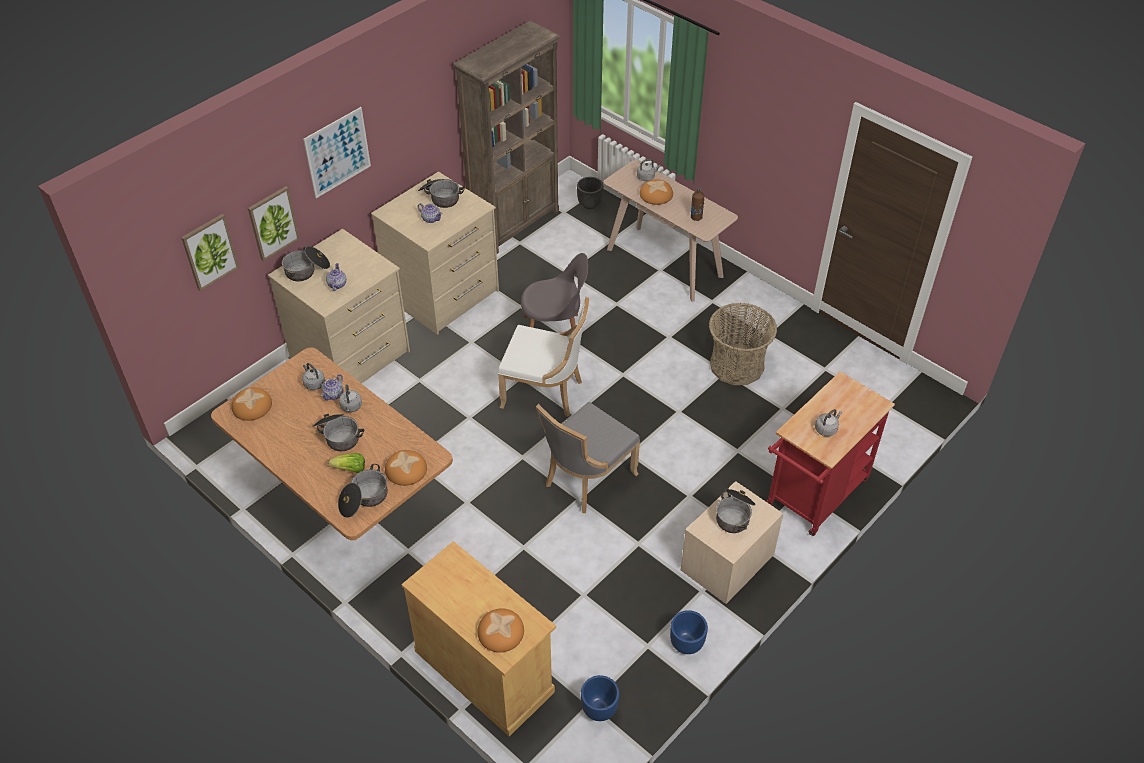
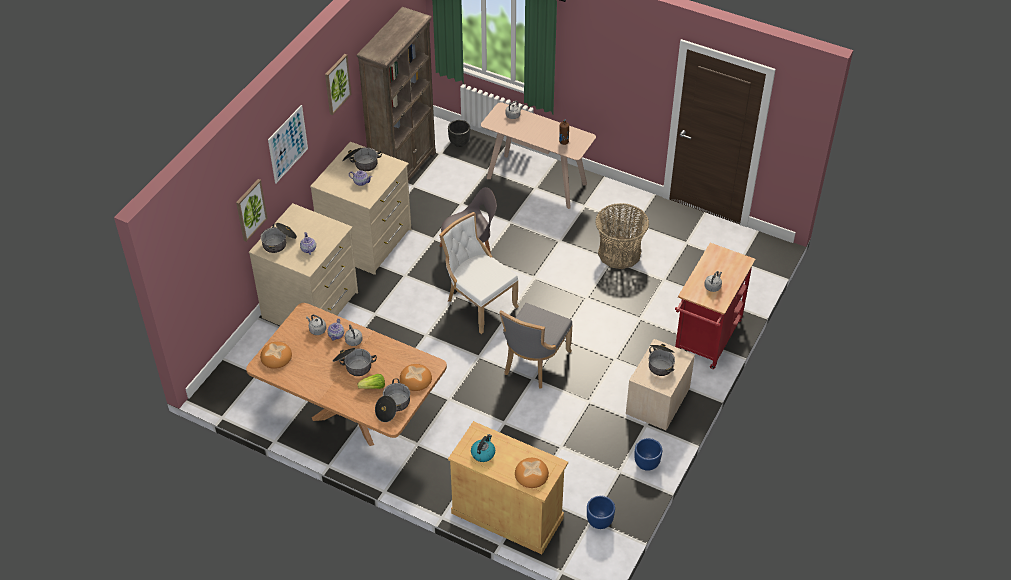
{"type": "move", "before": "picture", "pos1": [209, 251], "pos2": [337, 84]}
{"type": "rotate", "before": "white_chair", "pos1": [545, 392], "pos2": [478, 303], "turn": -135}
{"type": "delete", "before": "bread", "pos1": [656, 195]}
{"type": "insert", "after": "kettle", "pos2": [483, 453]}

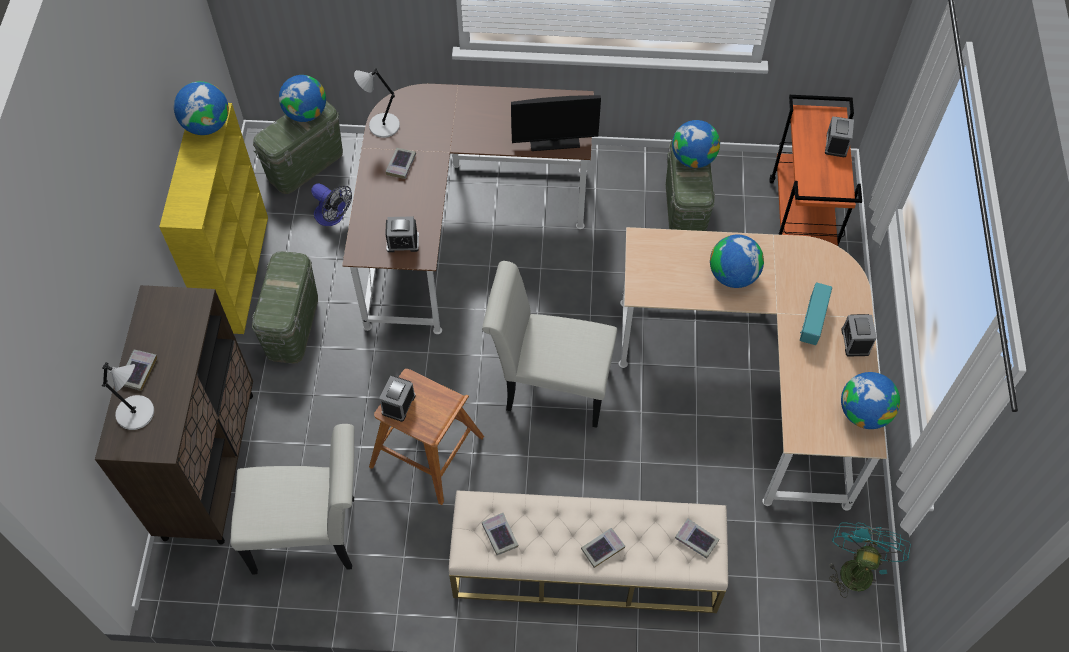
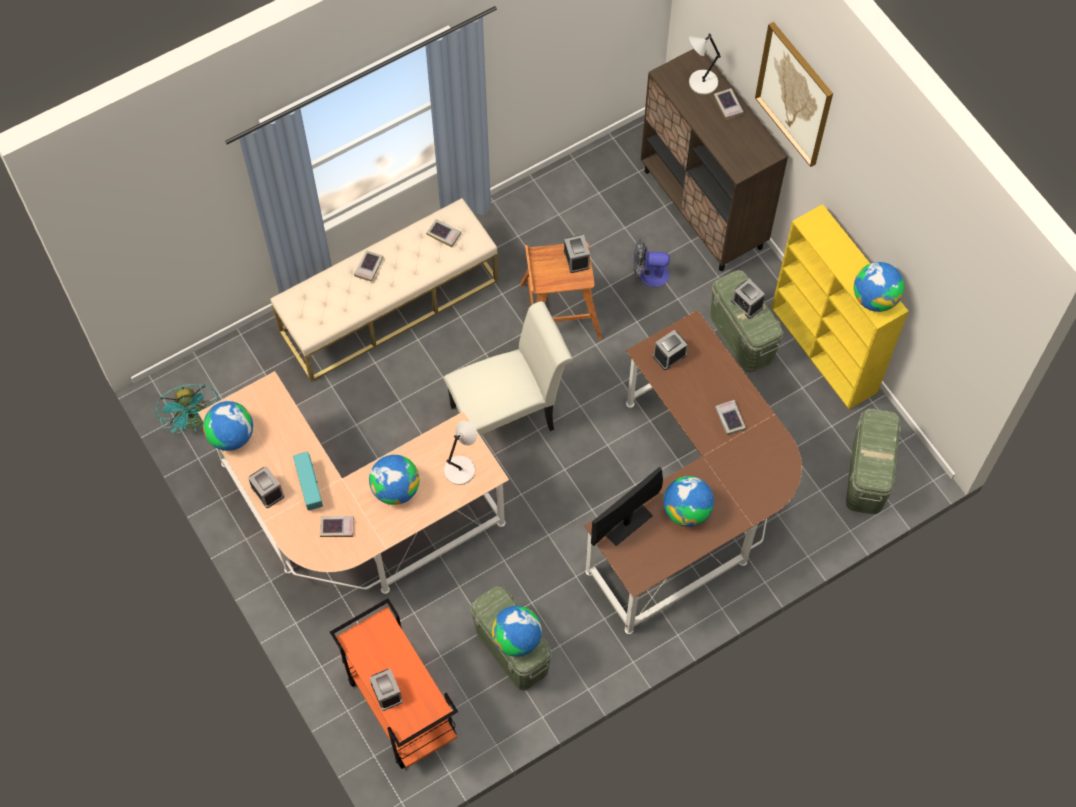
{"type": "delete", "before": "white_chair", "pos1": [313, 534]}
{"type": "move", "before": "globe", "pos1": [306, 113], "pos2": [687, 510]}
{"type": "move", "before": "fan", "pos1": [333, 217], "pos2": [648, 274]}
{"type": "move", "before": "grey_table_lamp", "pos1": [382, 126], "pos2": [461, 469]}
{"type": "move", "before": "book", "pos1": [696, 540], "pos2": [337, 527]}
{"type": "insert", "after": "alarm_clock", "pos2": [747, 304]}
{"type": "insert", "after": "picture", "pos2": [795, 94]}

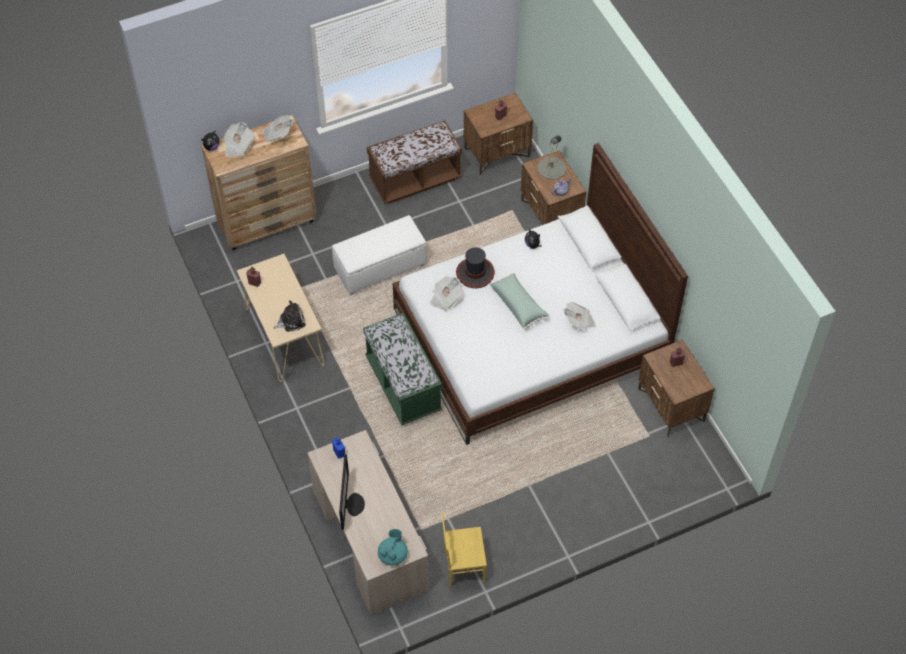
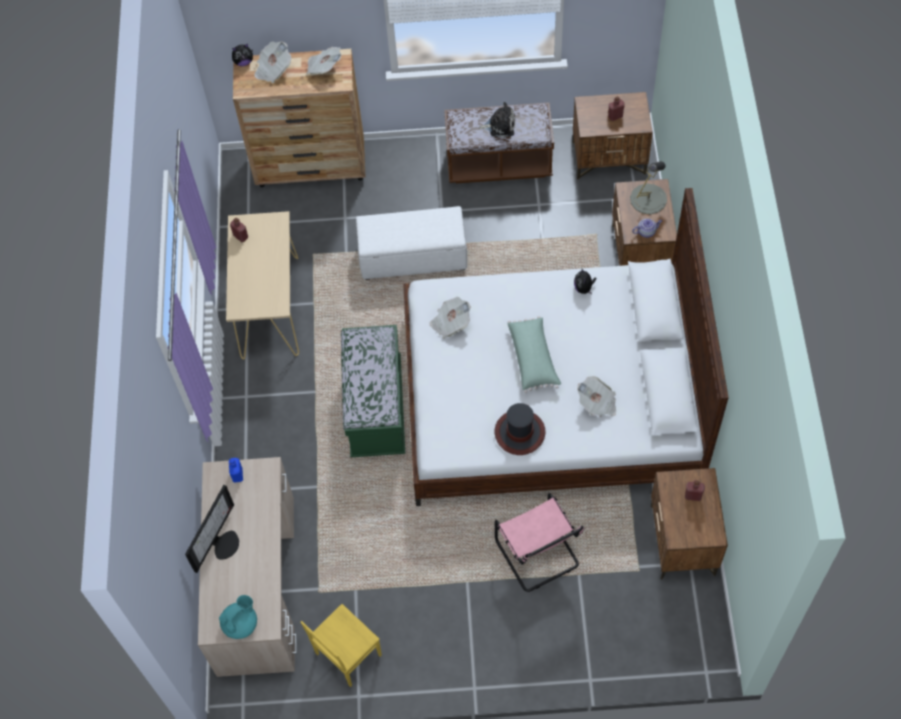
{"type": "move", "before": "plush_toy", "pos1": [291, 321], "pos2": [500, 125]}
{"type": "rotate", "before": "yellow_chair", "pos1": [463, 566], "pos2": [347, 654], "turn": -60}
{"type": "move", "before": "hat", "pos1": [475, 273], "pos2": [519, 432]}
{"type": "insert", "after": "pink_chair", "pos2": [539, 555]}

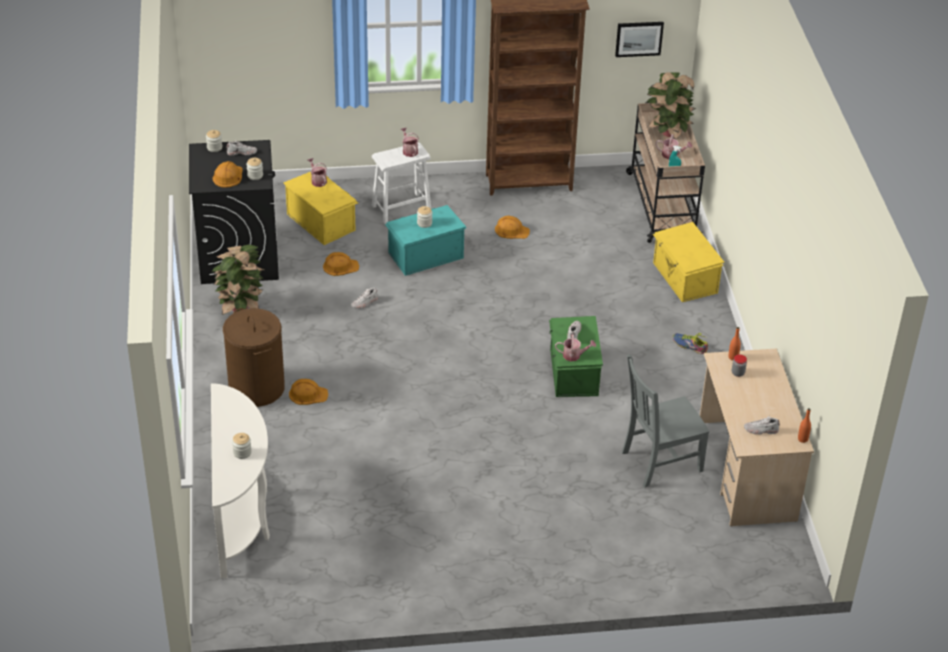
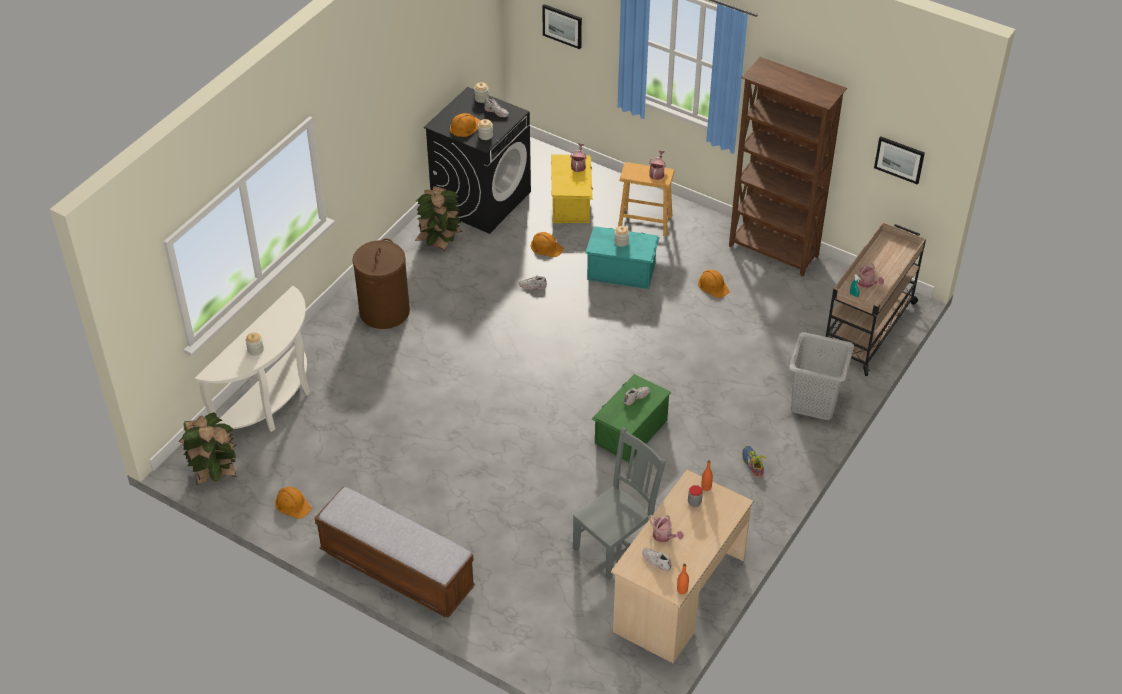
{"type": "move", "before": "orange_hard_hat", "pos1": [308, 394], "pos2": [293, 504]}
{"type": "recolor", "before": "white_stool", "after": "brown_stool", "pos1": [401, 208], "pos2": [645, 222]}
{"type": "move", "before": "watering_can", "pos1": [574, 355], "pos2": [664, 536]}
{"type": "rotate", "before": "grey_chair", "pos1": [659, 462], "pos2": [616, 545], "turn": 120}
{"type": "move", "before": "potted_plant", "pos1": [667, 133], "pos2": [214, 472]}
{"type": "replace", "before": "yellow_storage_box", "after": "grey_laundry_basket", "pos1": [684, 278], "pos2": [814, 403]}
{"type": "insert", "after": "bench", "pos2": [397, 570]}
{"type": "insert", "after": "picture", "pos2": [562, 26]}

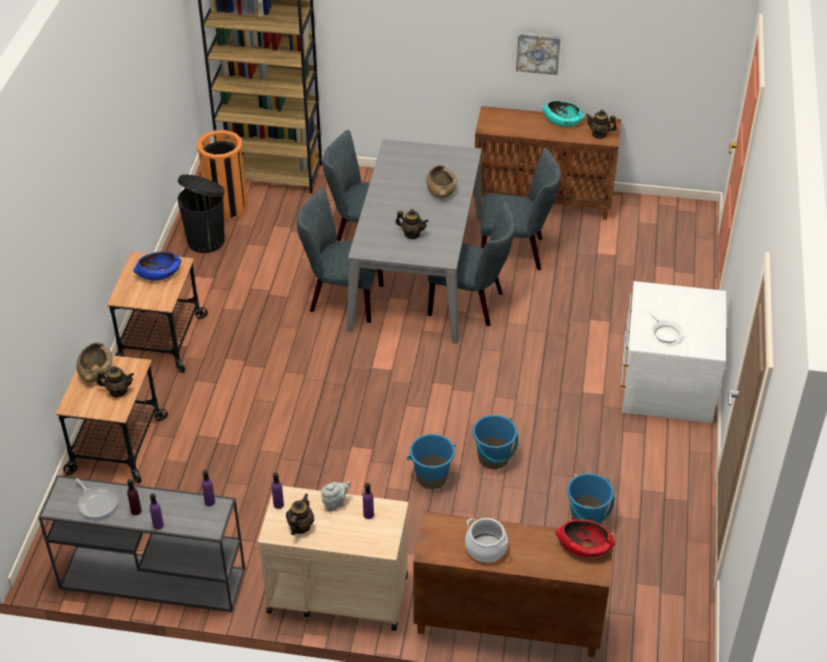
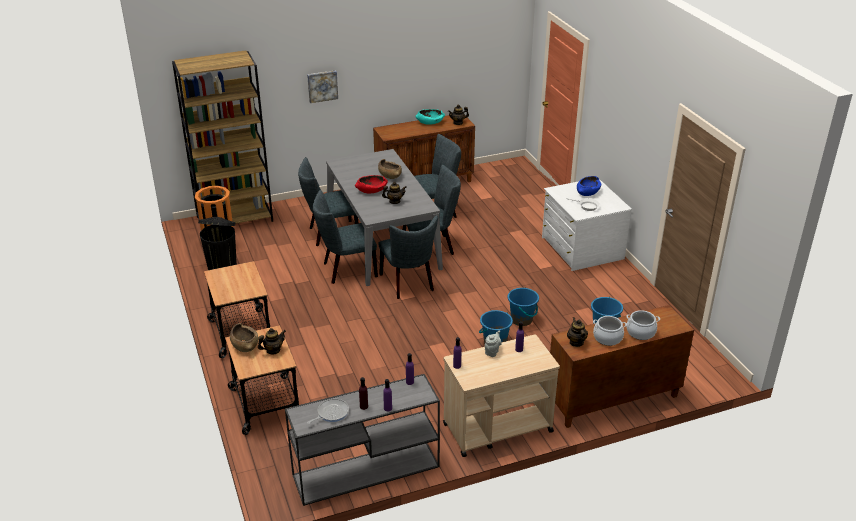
{"type": "rotate", "before": "frying_pan", "pos1": [97, 503], "pos2": [331, 413], "turn": -60}
{"type": "move", "before": "blue_bowl", "pos1": [159, 273], "pos2": [588, 192]}
{"type": "move", "before": "teapot", "pos1": [300, 526], "pos2": [576, 342]}
{"type": "move", "before": "picture", "pos1": [538, 52], "pos2": [322, 86]}
{"type": "move", "before": "red_bowl", "pos1": [584, 546], "pos2": [371, 190]}
{"type": "insert", "after": "grey_chair", "pos2": [409, 284]}
{"type": "insert", "after": "cooking_pot", "pos2": [640, 332]}

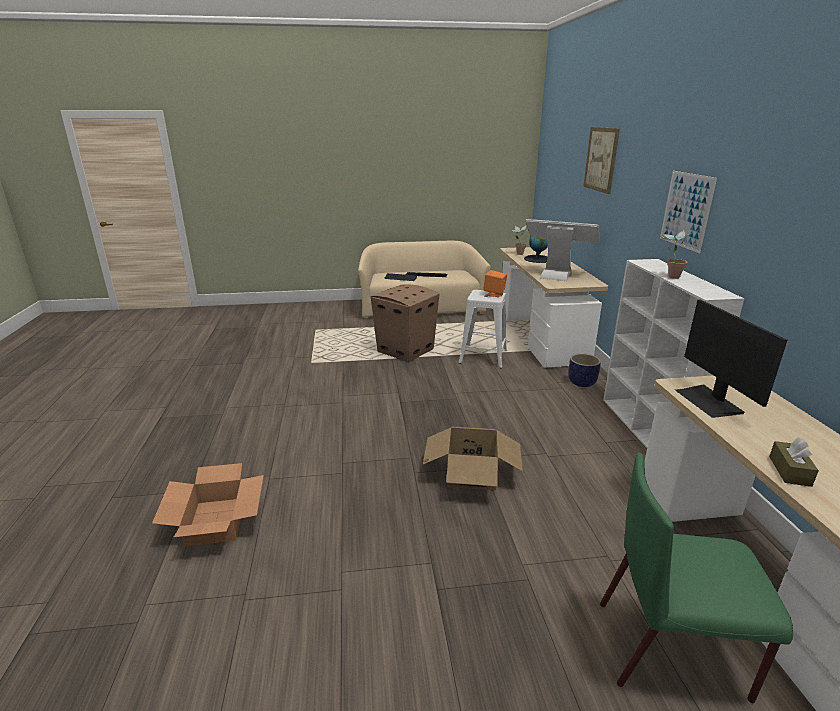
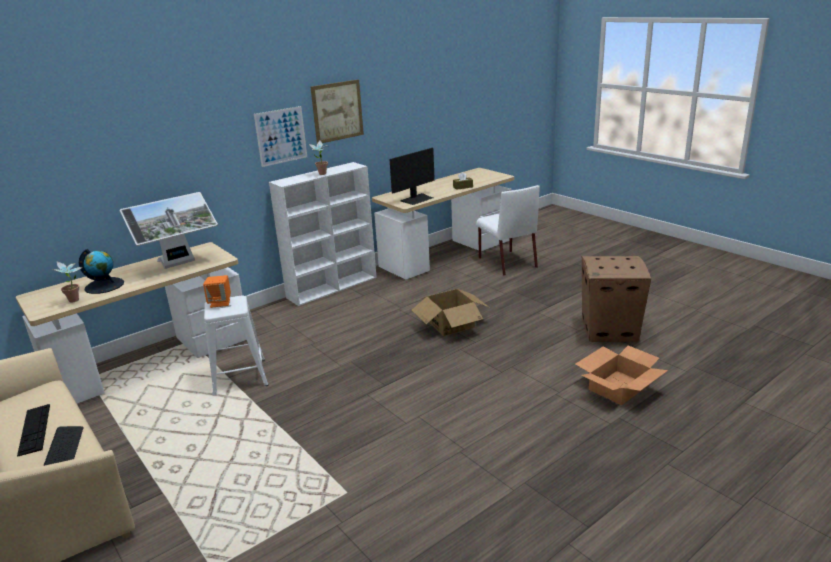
{"type": "move", "before": "cardboard_box", "pos1": [405, 351], "pos2": [610, 330]}
{"type": "rotate", "before": "monitor", "pos1": [557, 274], "pos2": [179, 264], "turn": -120}
{"type": "delete", "before": "planter", "pos1": [582, 382]}
{"type": "move", "before": "picture", "pos1": [601, 159], "pos2": [337, 111]}
{"type": "recolor", "before": "green_chair", "after": "white_chair", "pos1": [673, 649], "pos2": [506, 262]}

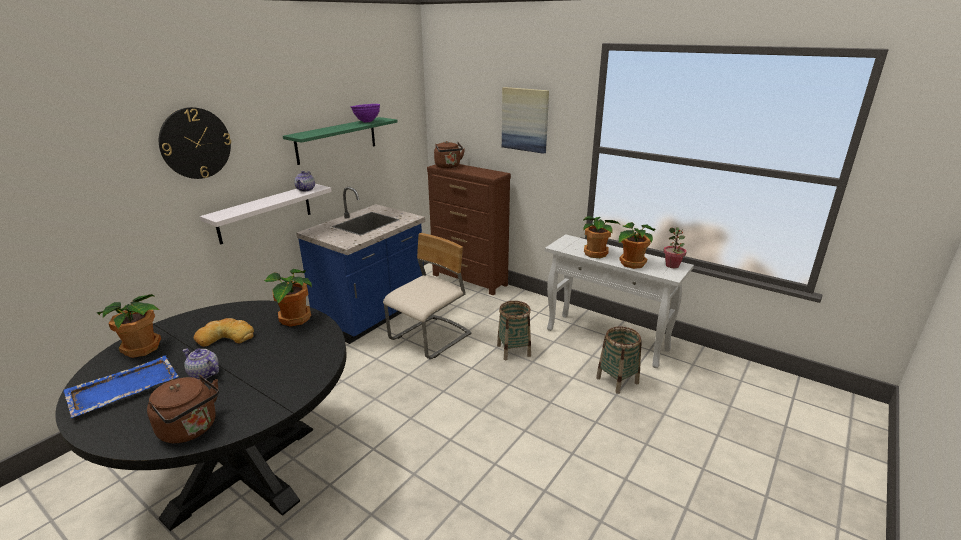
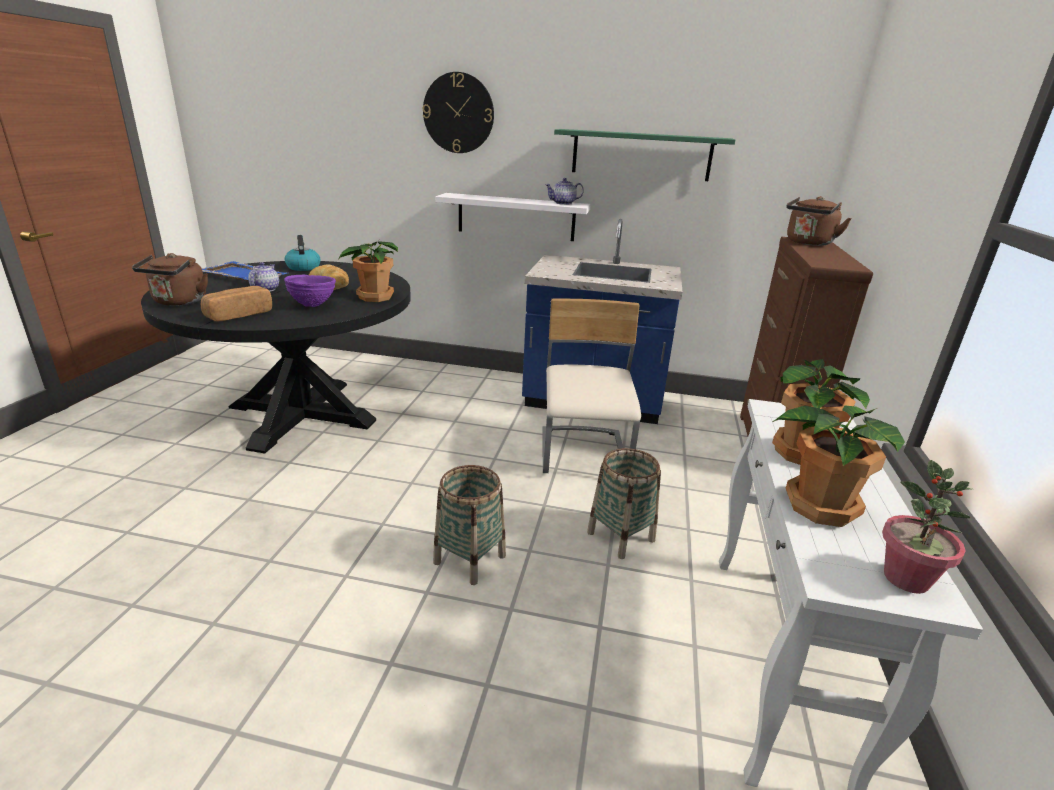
{"type": "replace", "before": "potted_plant", "after": "kettle", "pos1": [141, 348], "pos2": [303, 267]}
{"type": "move", "before": "purple_bowl", "pos1": [367, 122], "pos2": [313, 305]}
{"type": "rotate", "before": "beige_chair", "pos1": [431, 338], "pos2": [584, 455], "turn": -105}
{"type": "delete", "before": "picture", "pos1": [525, 119]}
{"type": "move", "before": "basket", "pos1": [617, 380], "pos2": [470, 559]}
{"type": "insert", "after": "bread", "pos2": [238, 314]}

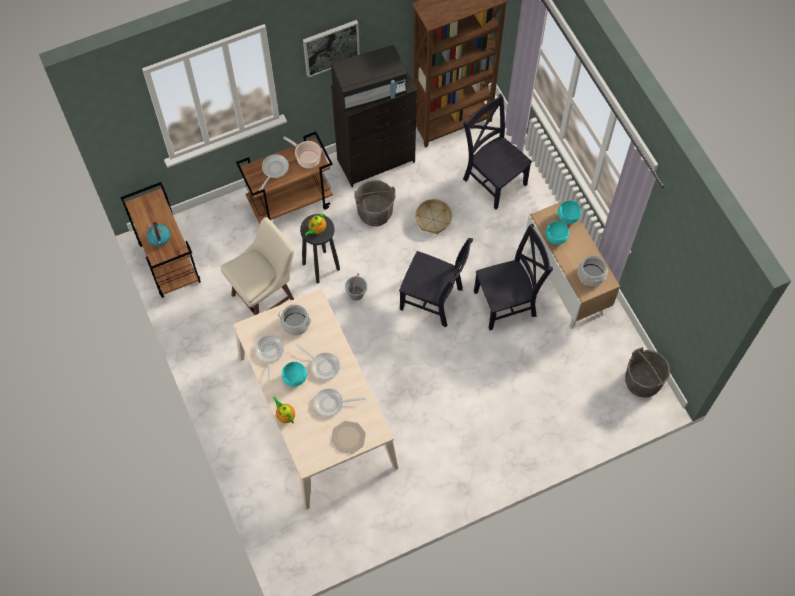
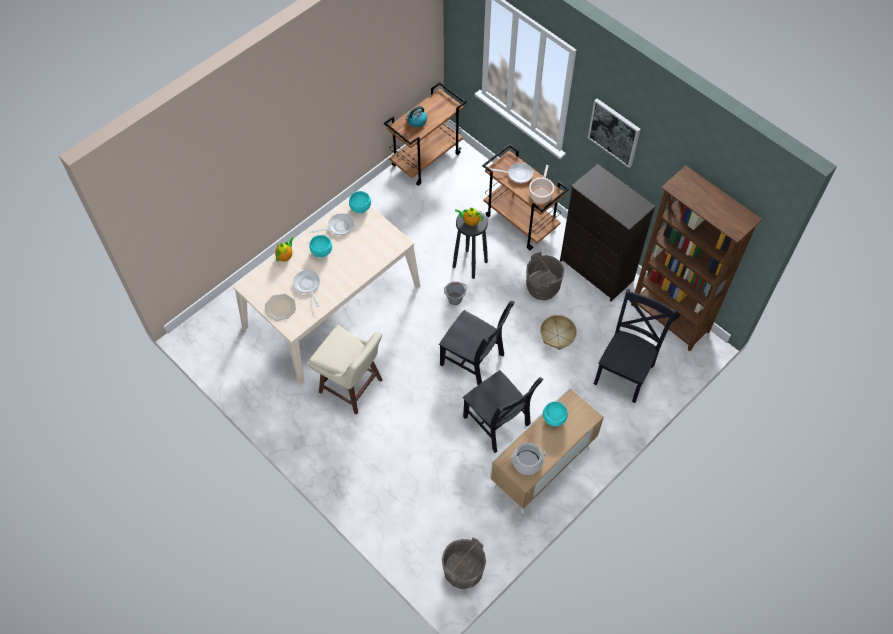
{"type": "move", "before": "beige_stool", "pos1": [265, 298], "pos2": [352, 387]}
{"type": "delete", "before": "cooking_pot", "pos1": [295, 323]}
{"type": "delete", "before": "frying_pan", "pos1": [323, 365]}
{"type": "delete", "before": "black_microwave", "pos1": [370, 91]}
{"type": "rotate", "before": "black_chair", "pos1": [433, 300], "pos2": [474, 361], "turn": -60}
{"type": "move", "before": "turquoise_bowl", "pos1": [567, 217], "pos2": [360, 207]}

